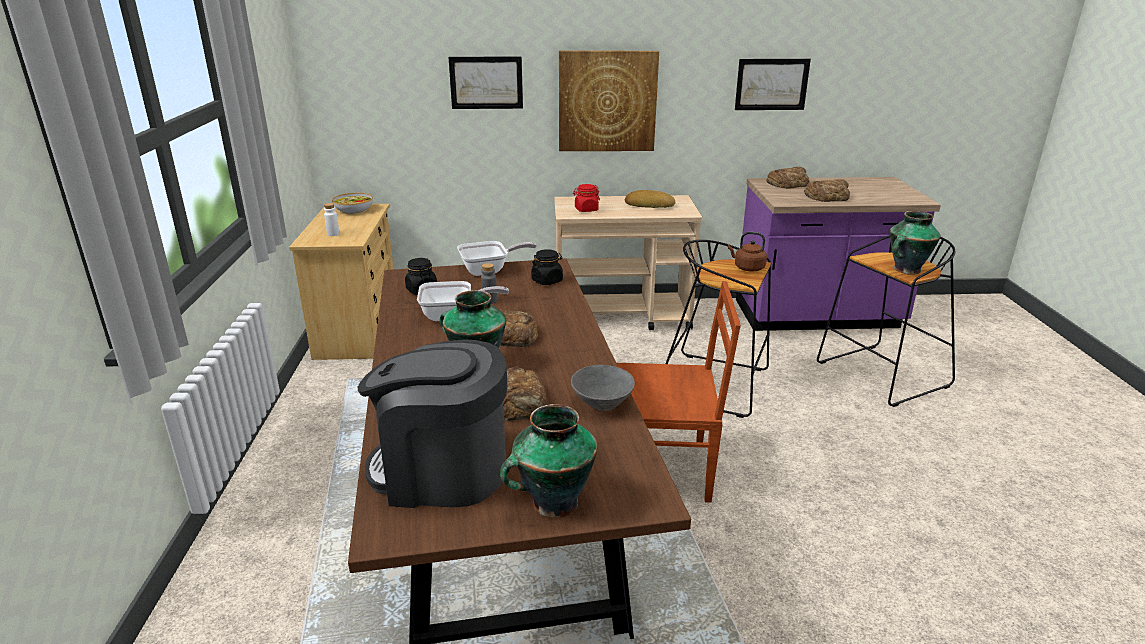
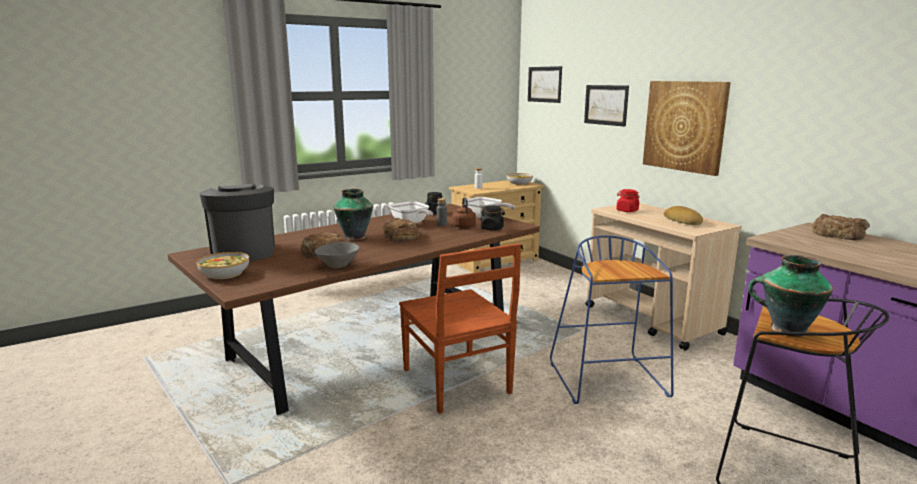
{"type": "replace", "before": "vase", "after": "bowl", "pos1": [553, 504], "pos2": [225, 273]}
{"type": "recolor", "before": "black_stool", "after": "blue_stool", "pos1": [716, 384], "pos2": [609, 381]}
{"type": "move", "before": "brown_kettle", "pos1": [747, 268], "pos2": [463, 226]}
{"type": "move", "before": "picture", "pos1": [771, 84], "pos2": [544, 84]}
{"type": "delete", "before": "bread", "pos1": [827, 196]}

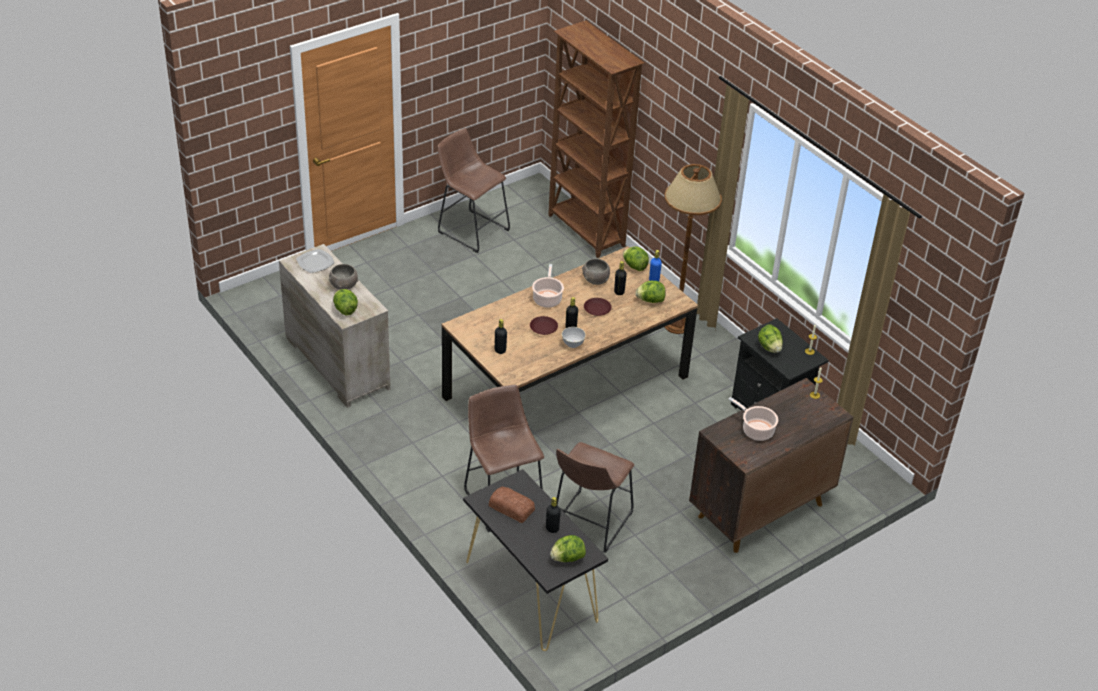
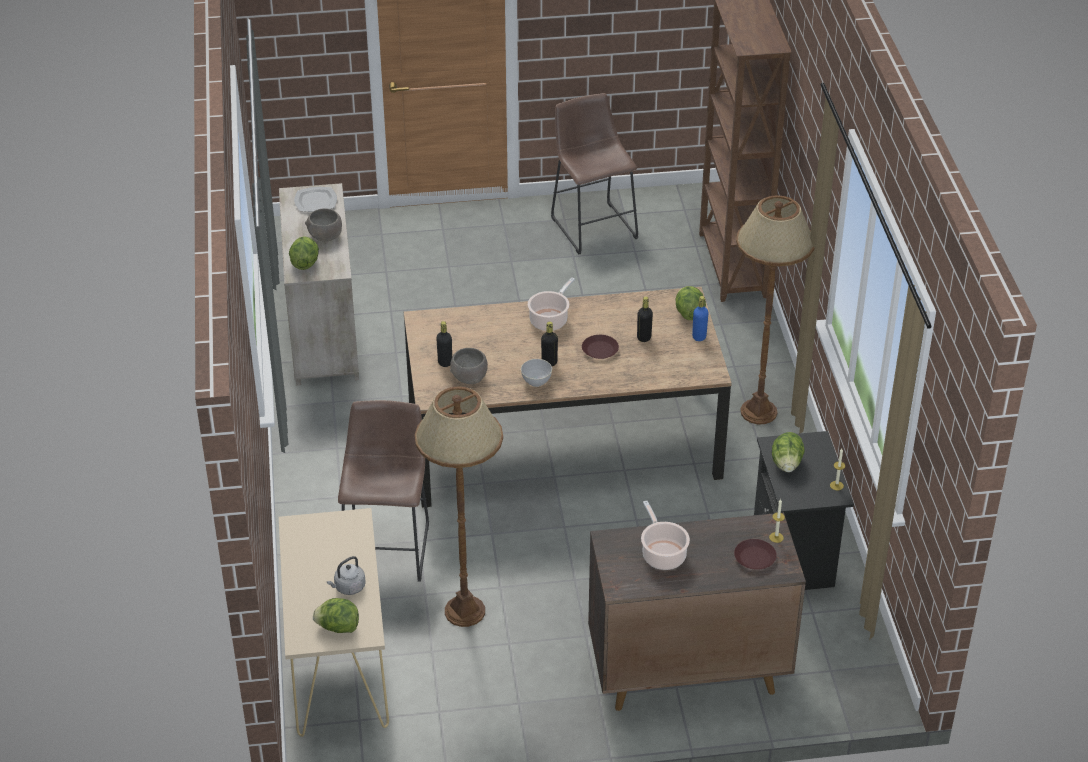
{"type": "recolor", "before": "black_console_table", "after": "beige_console_table", "pos1": [530, 590], "pos2": [338, 662]}
{"type": "delete", "before": "bread", "pos1": [511, 507]}
{"type": "move", "before": "brown_plate", "pos1": [543, 328], "pos2": [755, 557]}
{"type": "replace", "before": "black_bottle", "after": "grey_kettle", "pos1": [552, 528], "pos2": [348, 587]}
{"type": "replace", "before": "brown_stool", "after": "brown_floor_lamp", "pos1": [589, 524], "pos2": [465, 611]}
{"type": "move", "before": "grey_bowl", "pos1": [595, 280], "pos2": [469, 377]}
{"type": "delete", "before": "lettuce", "pos1": [650, 300]}

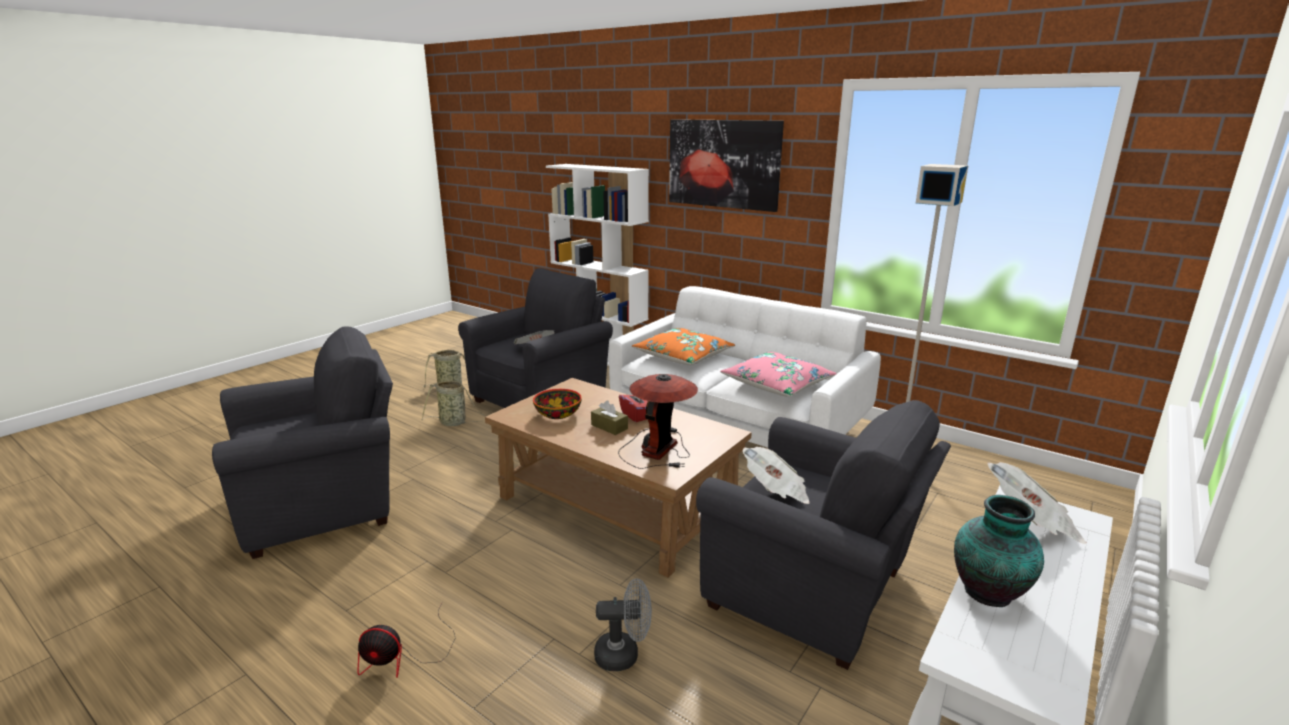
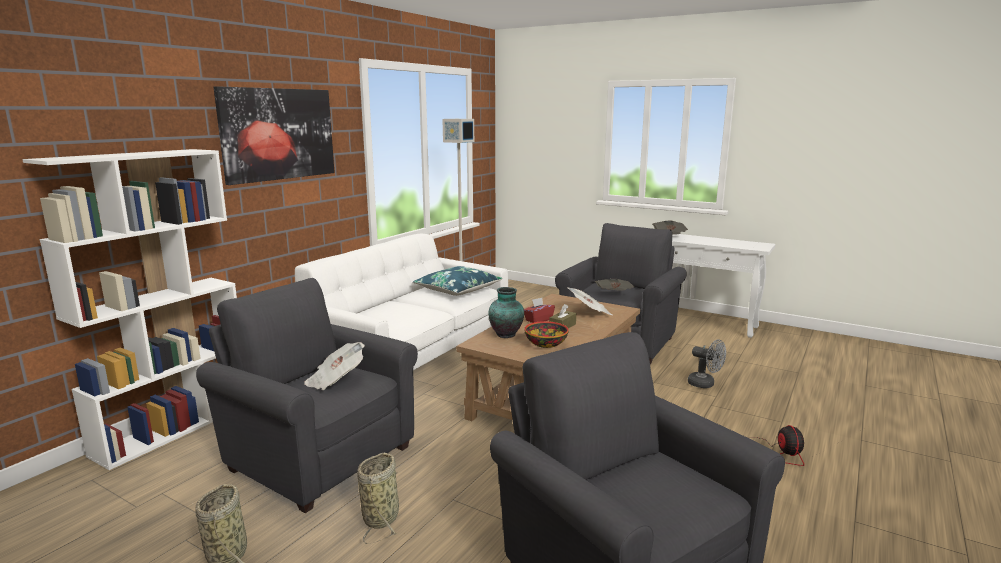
{"type": "rotate", "before": "grey_fan", "pos1": [624, 654], "pos2": [705, 384], "turn": 135}
{"type": "replace", "before": "table_lamp", "after": "newspaper", "pos1": [658, 448], "pos2": [590, 313]}
{"type": "delete", "before": "orange_pillow", "pos1": [683, 356]}
{"type": "recolor", "before": "pink_pillow", "after": "blue_pillow", "pos1": [777, 385], "pos2": [458, 290]}
{"type": "move", "before": "vase", "pos1": [990, 594], "pos2": [506, 334]}

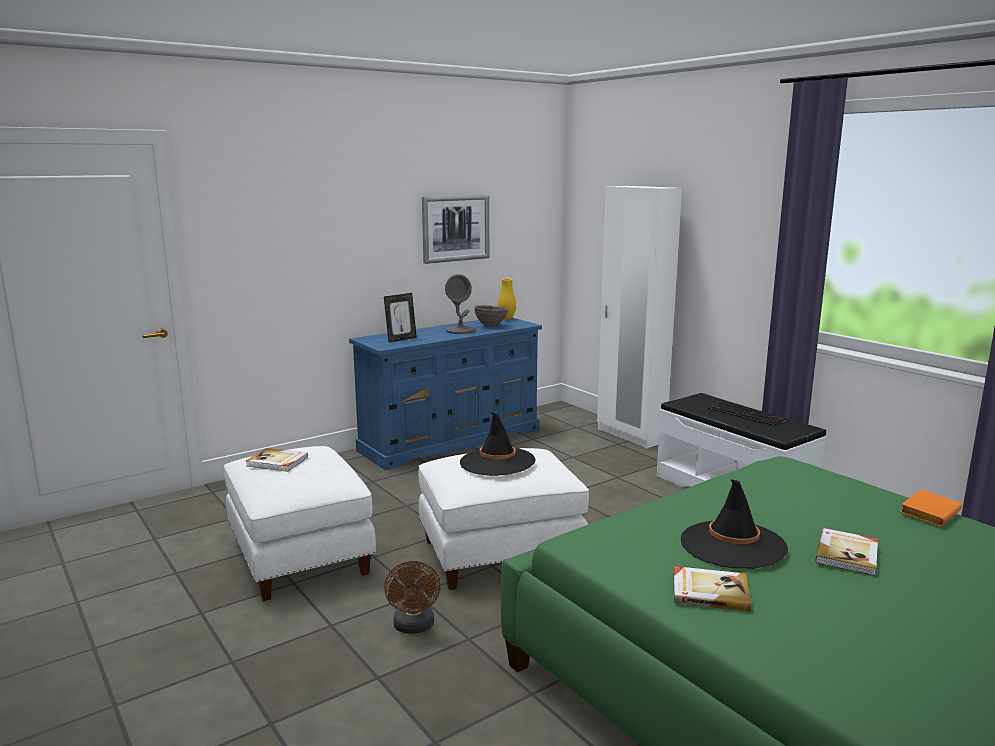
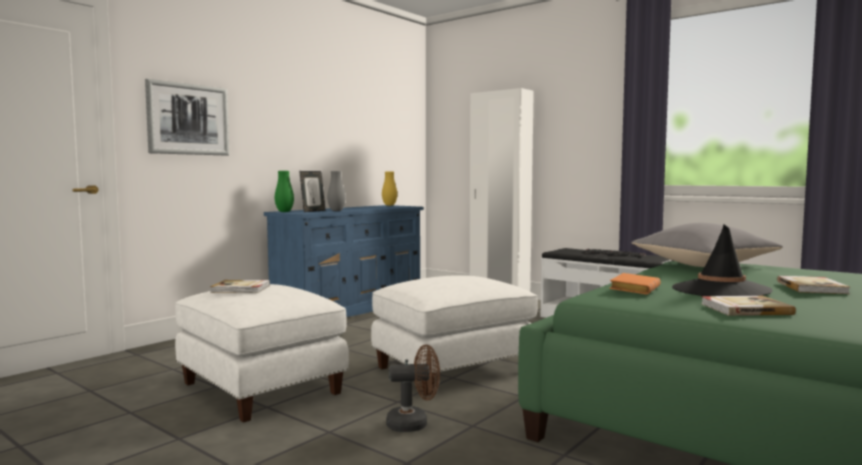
{"type": "rotate", "before": "brown_fan", "pos1": [414, 627], "pos2": [414, 424], "turn": -75}
{"type": "move", "before": "picture", "pos1": [455, 228], "pos2": [188, 119]}
{"type": "delete", "before": "grey_table_lamp", "pos1": [460, 330]}
{"type": "delete", "before": "black_hat", "pos1": [497, 462]}
{"type": "delete", "before": "brown_bowl", "pos1": [491, 326]}
{"type": "move", "before": "orange_book", "pos1": [928, 512], "pos2": [633, 289]}
{"type": "insert", "after": "green_vase", "pos2": [284, 212]}
{"type": "insert", "after": "grey_vase", "pos2": [336, 211]}
{"type": "insert", "after": "grey_pillow", "pos2": [704, 266]}

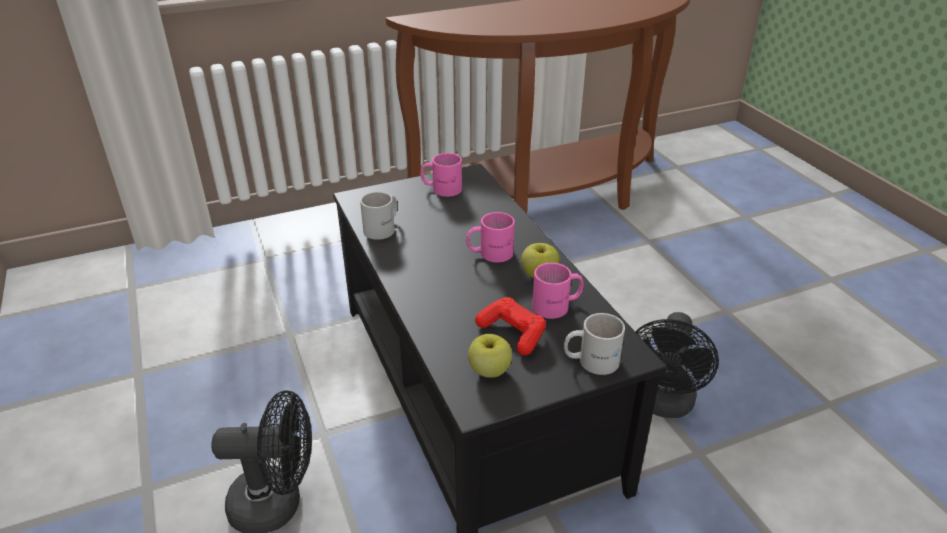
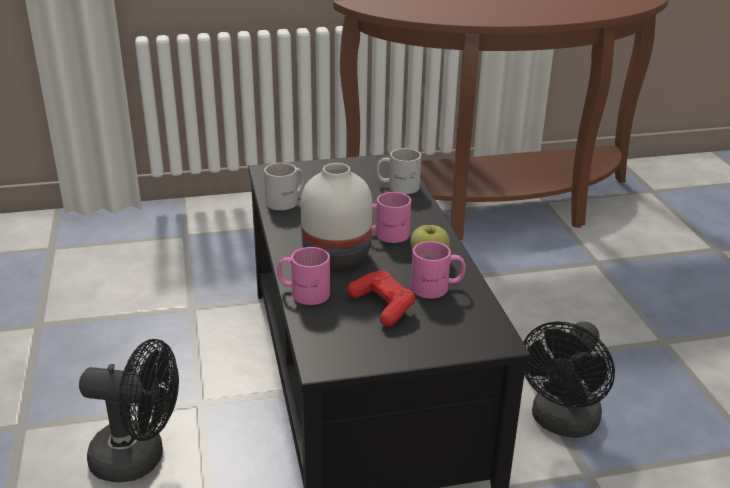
{"type": "move", "before": "pink_mug", "pos1": [442, 188], "pos2": [304, 291]}
{"type": "delete", "before": "apple", "pos1": [489, 370]}
{"type": "move", "before": "white_mug", "pos1": [591, 359], "pos2": [398, 185]}
{"type": "insert", "after": "white_vase", "pos2": [337, 254]}

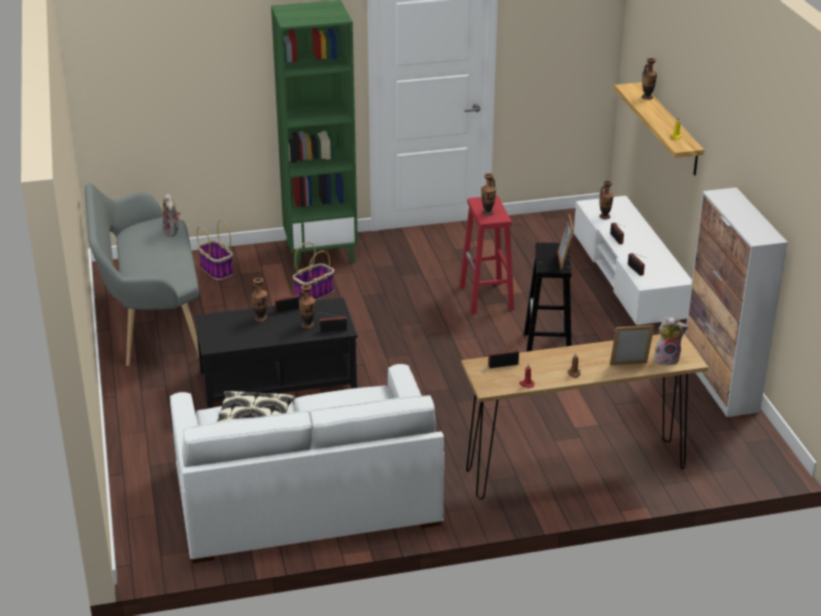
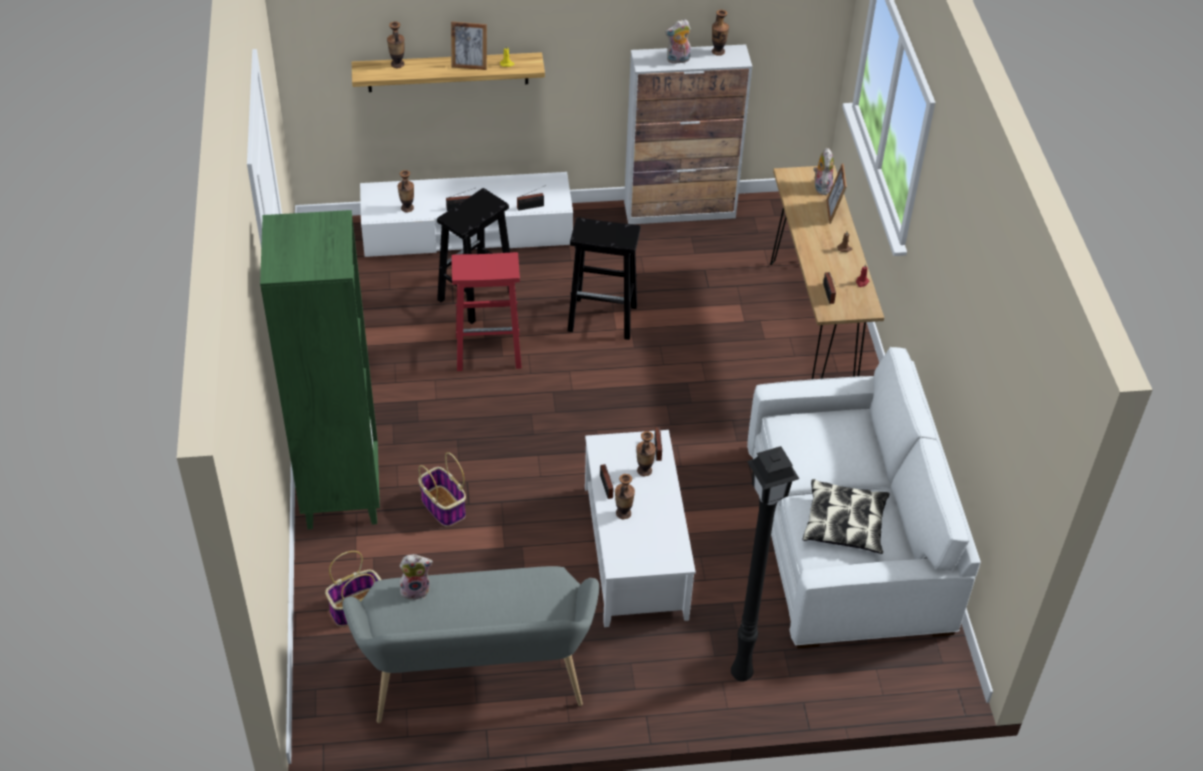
{"type": "recolor", "before": "black_coffee_table", "after": "white_coffee_table", "pos1": [278, 382], "pos2": [636, 551]}
{"type": "move", "before": "vase", "pos1": [488, 212], "pos2": [718, 52]}
{"type": "move", "before": "picture_frame", "pos1": [563, 261], "pos2": [469, 65]}
{"type": "insert", "after": "black_stool", "pos2": [475, 297]}
{"type": "insert", "after": "plush_toy", "pos2": [678, 60]}
{"type": "insert", "after": "black_floor_lamp", "pos2": [740, 675]}

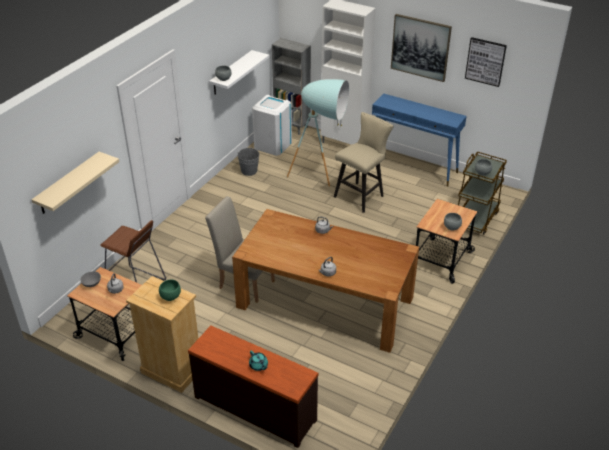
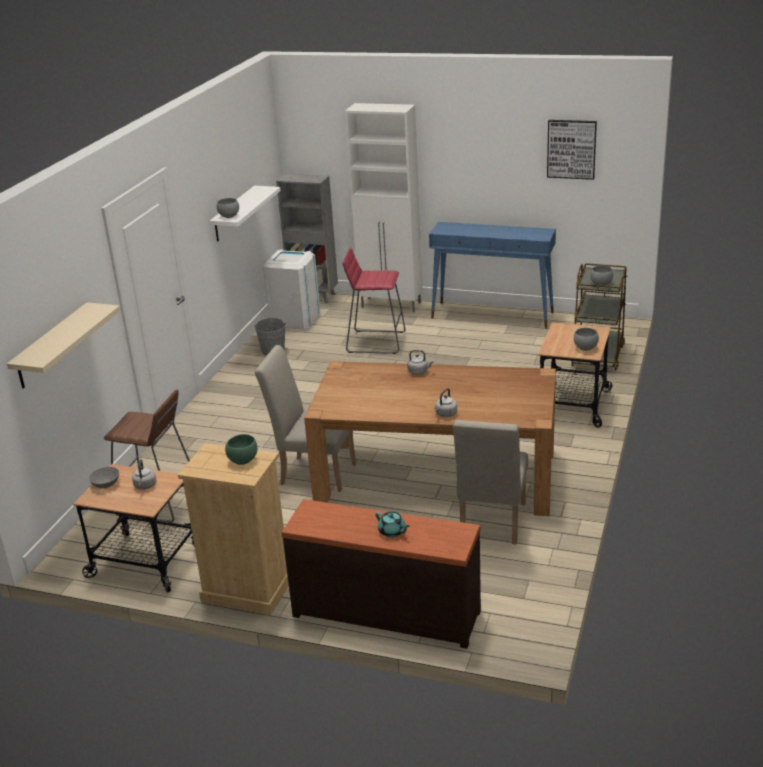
{"type": "replace", "before": "turquoise_floor_lamp", "after": "red_stool", "pos1": [322, 176], "pos2": [375, 342]}
{"type": "delete", "before": "beige_stool", "pos1": [361, 195]}
{"type": "delete", "before": "picture", "pos1": [420, 47]}
{"type": "insert", "after": "beige_chair", "pos2": [491, 524]}

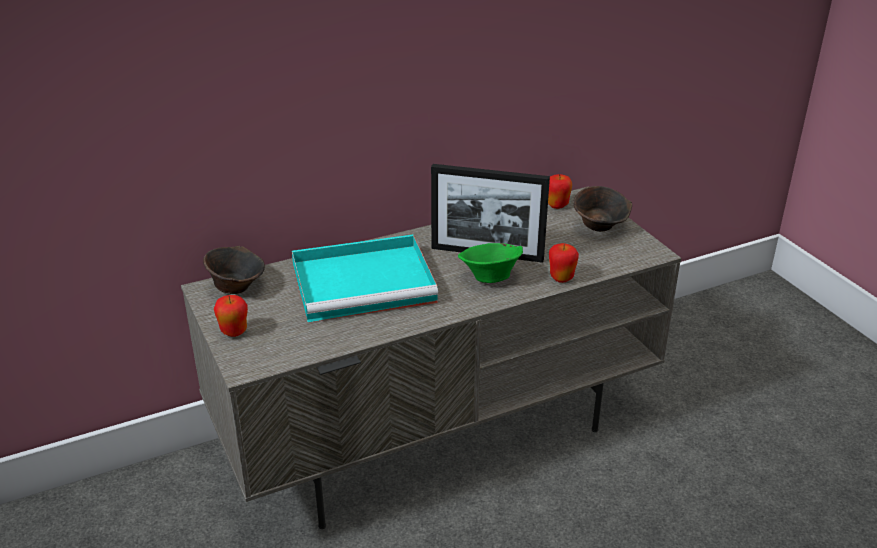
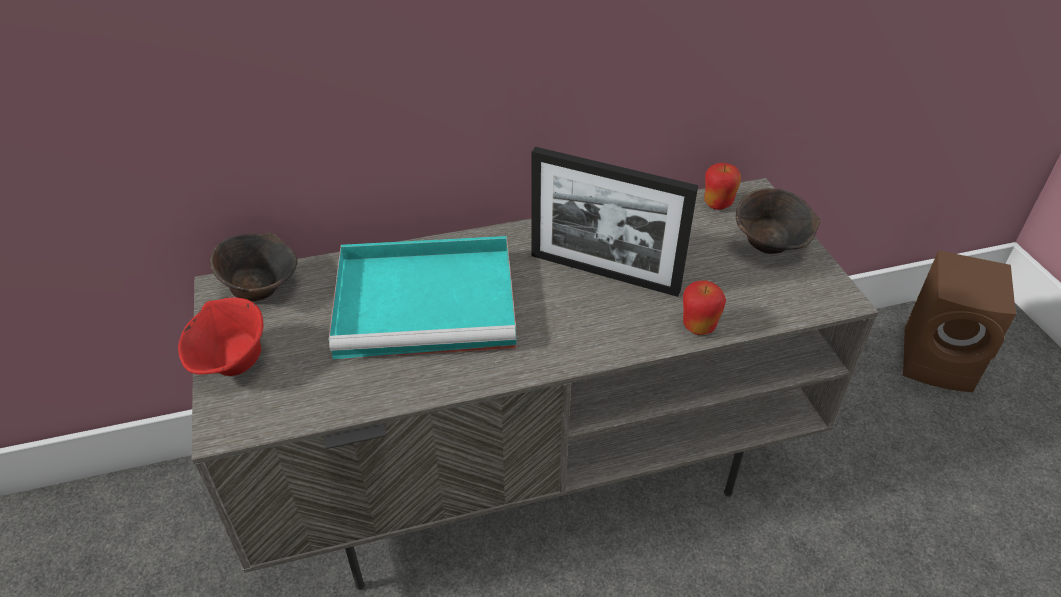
{"type": "replace", "before": "apple", "after": "red_bowl", "pos1": [234, 332], "pos2": [232, 363]}
{"type": "delete", "before": "green_bowl", "pos1": [489, 278]}
{"type": "insert", "after": "brown_speaker", "pos2": [940, 361]}

